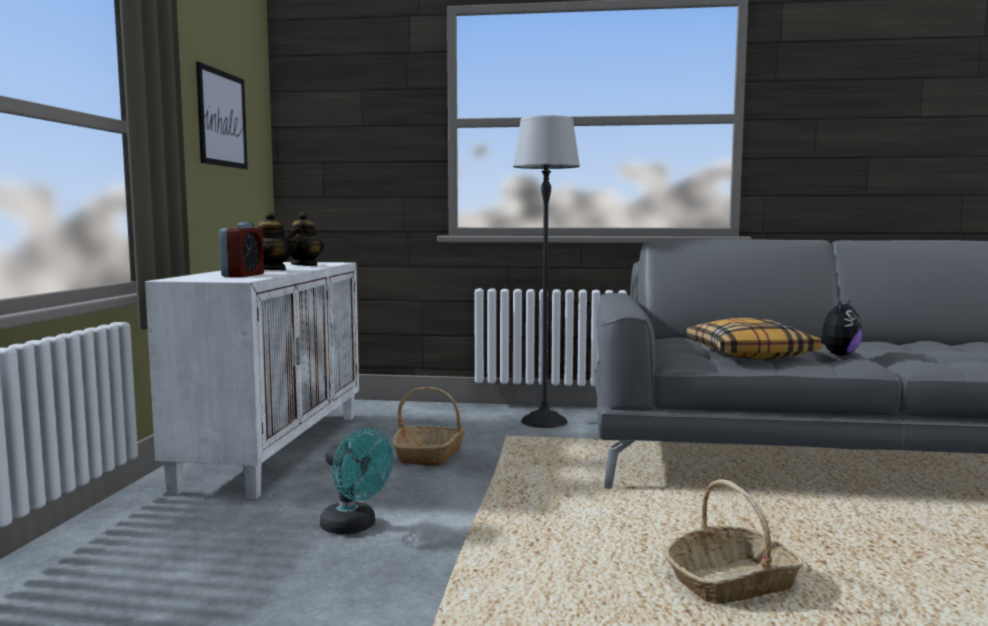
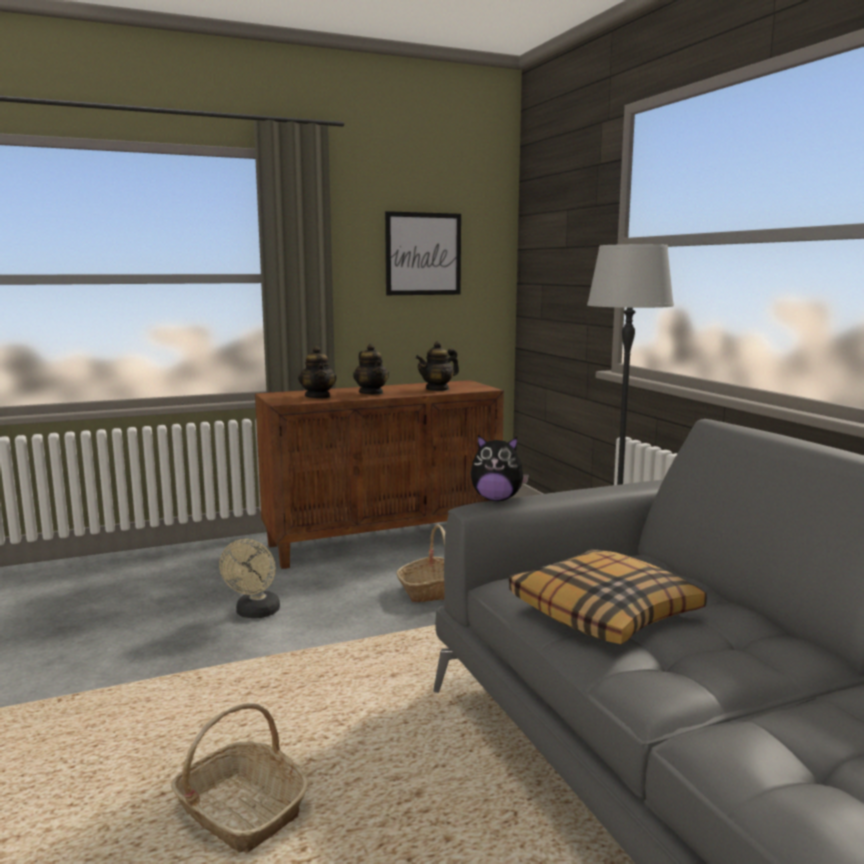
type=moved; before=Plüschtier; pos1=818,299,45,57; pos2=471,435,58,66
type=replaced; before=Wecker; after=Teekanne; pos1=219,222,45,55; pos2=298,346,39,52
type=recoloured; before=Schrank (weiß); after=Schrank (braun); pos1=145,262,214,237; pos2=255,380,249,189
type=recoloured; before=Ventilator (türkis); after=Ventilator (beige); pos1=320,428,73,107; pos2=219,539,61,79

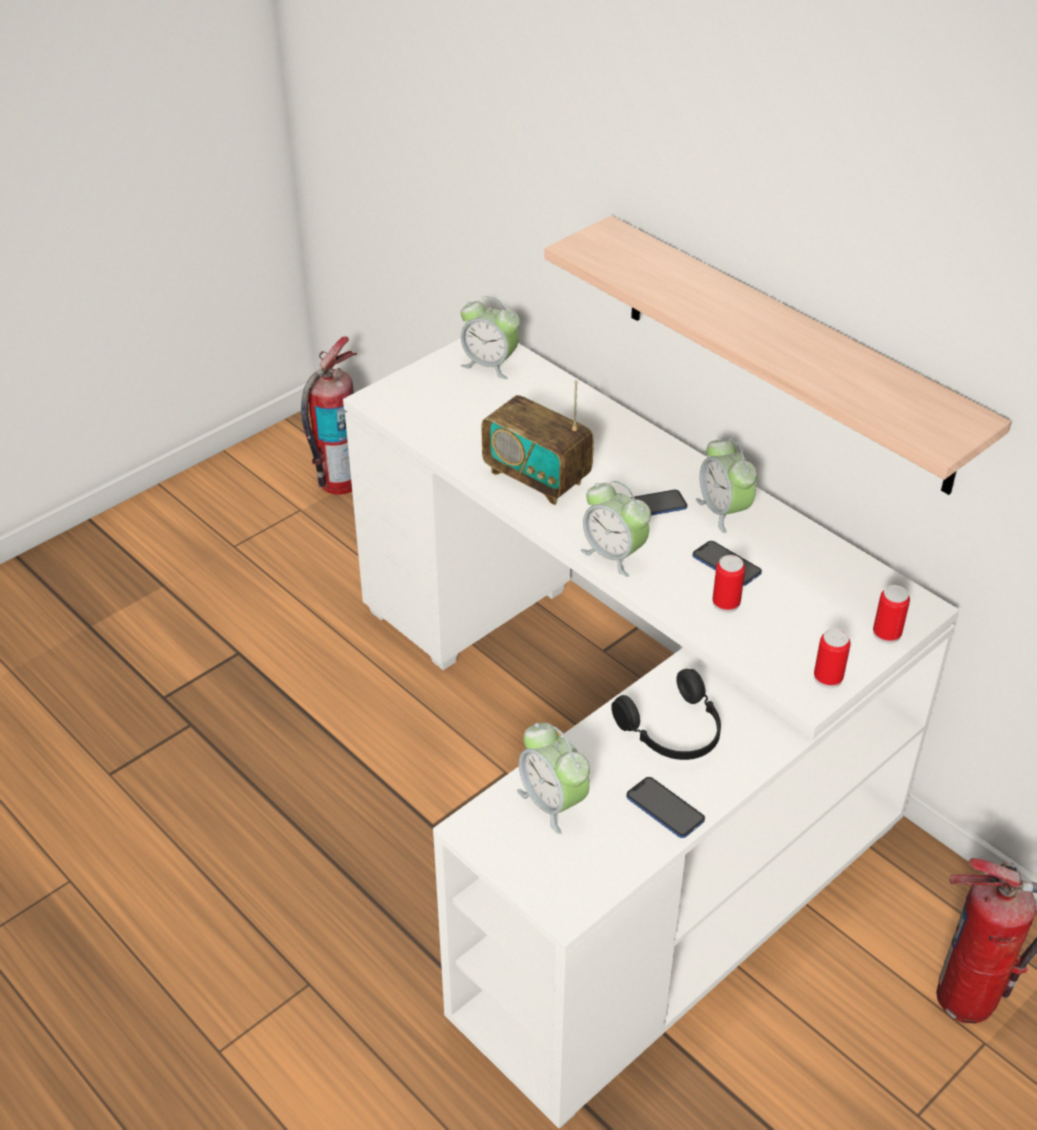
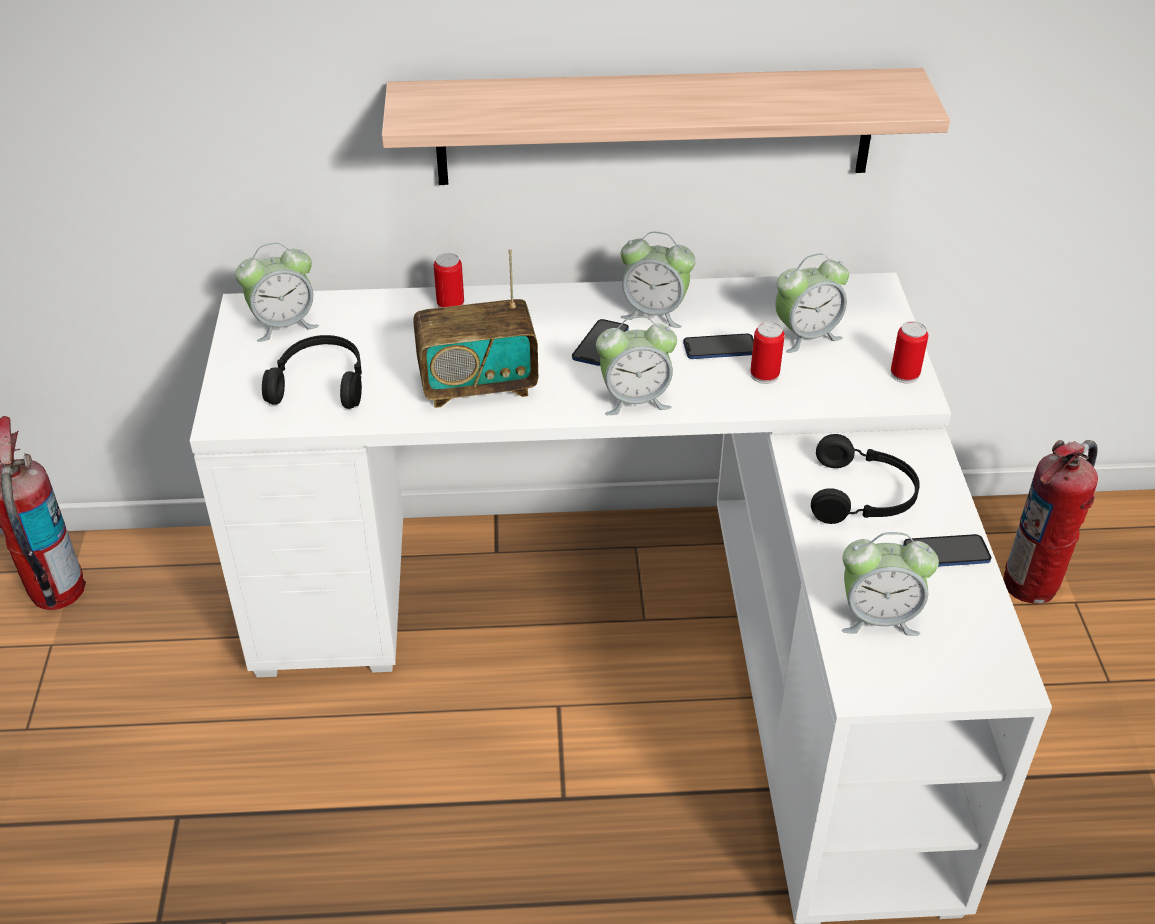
type=added; after=Kopfhörer (schwarz); pos2=262,335,100,74
type=added; after=Wecker; pos2=775,253,74,100
type=moved; before=Dose; pos1=873,585,37,59; pos2=434,253,30,55

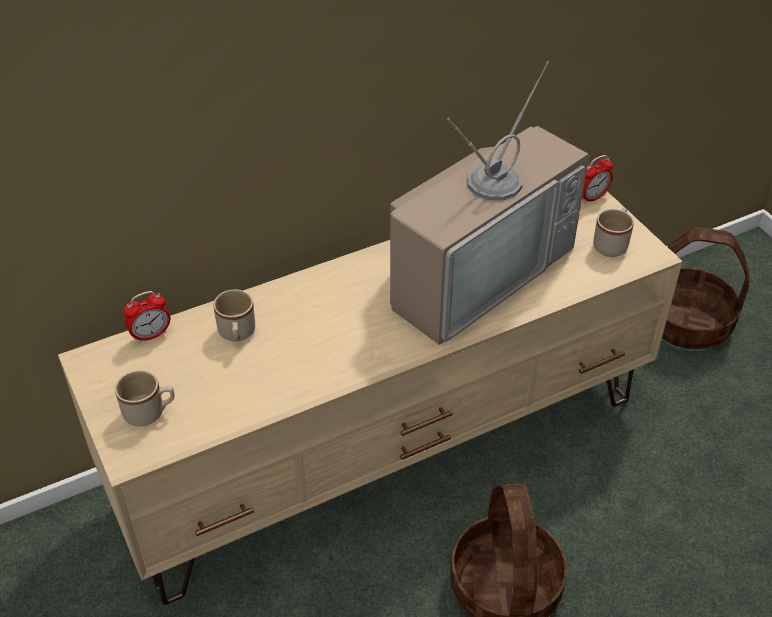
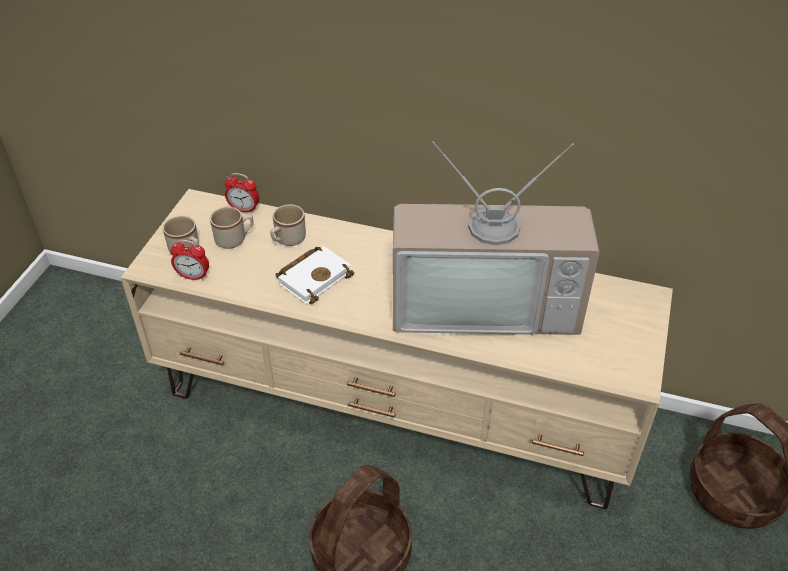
type=added; after=Buch (weiß); pos2=276,246,78,58
type=moved; before=Wecker; pos1=582,155,31,49; pos2=170,239,39,42
type=moved; before=Henkelbecher (beige); pos1=593,208,41,49; pos2=210,207,44,42

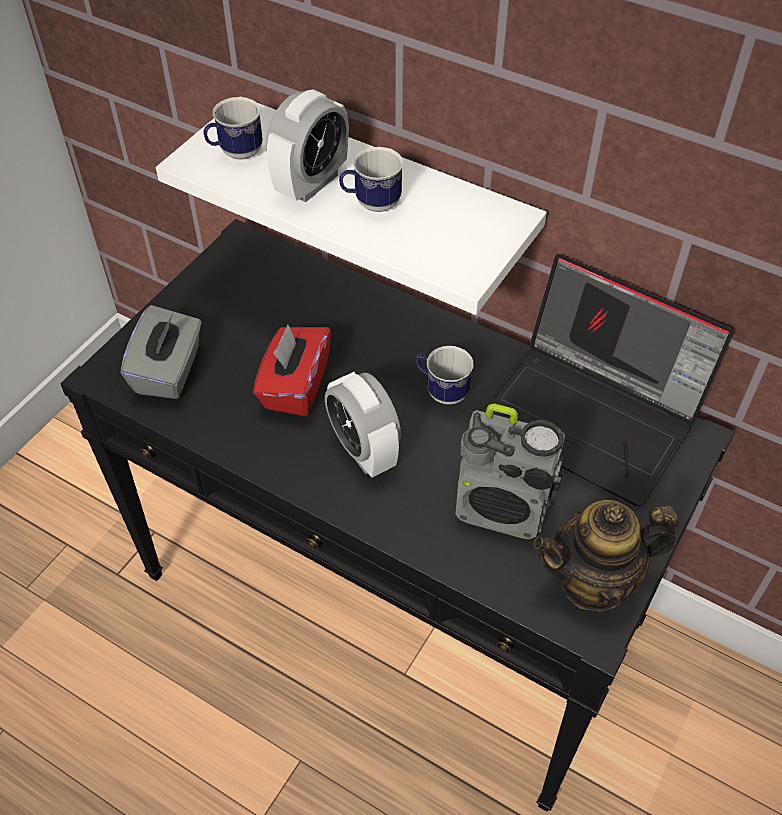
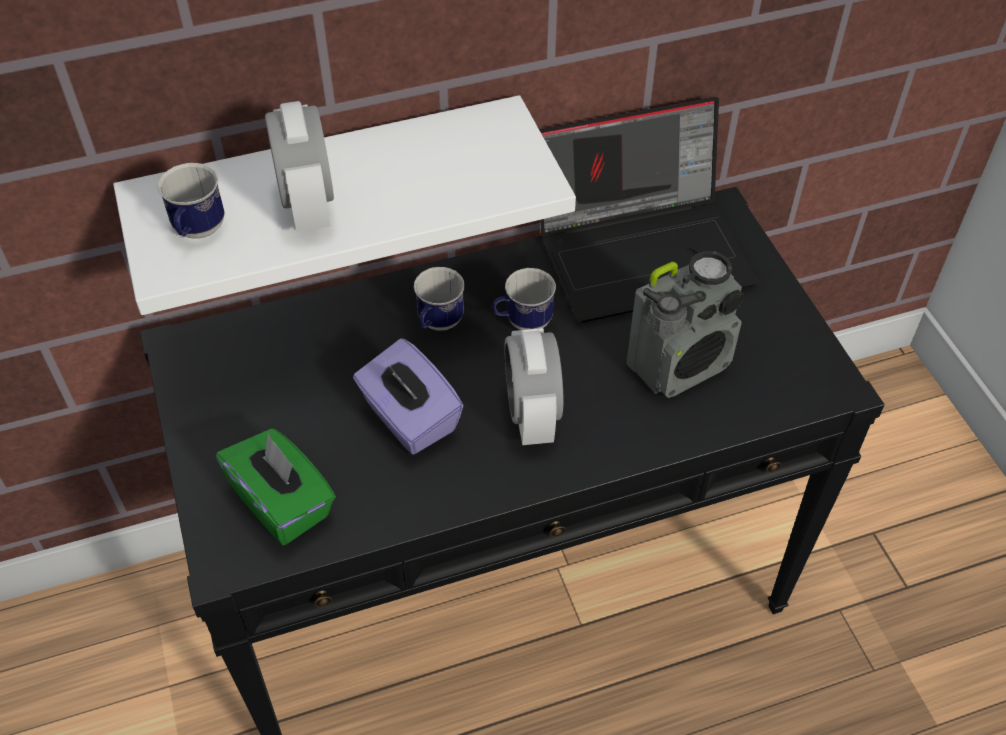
type=removed; before=Teekanne; pos1=534,500,144,111
type=moved; before=Henkelbecher; pos1=339,147,65,65; pos2=414,267,50,64
type=recoloured; before=Taschentuchbox (grau); after=Taschentuchbox (grün); pos1=121,305,81,94; pos2=215,428,121,117
type=recoloured; before=Taschentuchbox (rot); after=Taschentuchbox (lila); pos1=253,325,78,91; pos2=353,338,111,117
type=turned; before=Wecker; pos1=325,372,76,106; pos2=505,328,59,117; turn=75

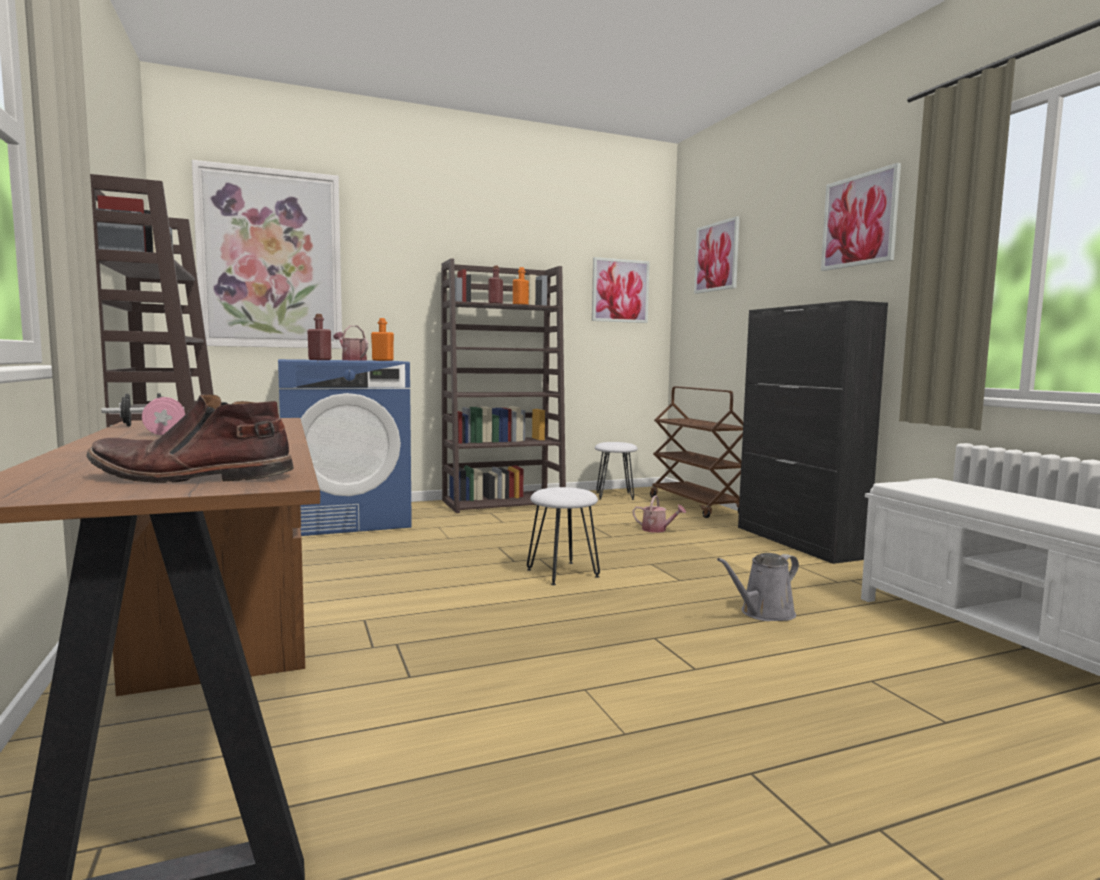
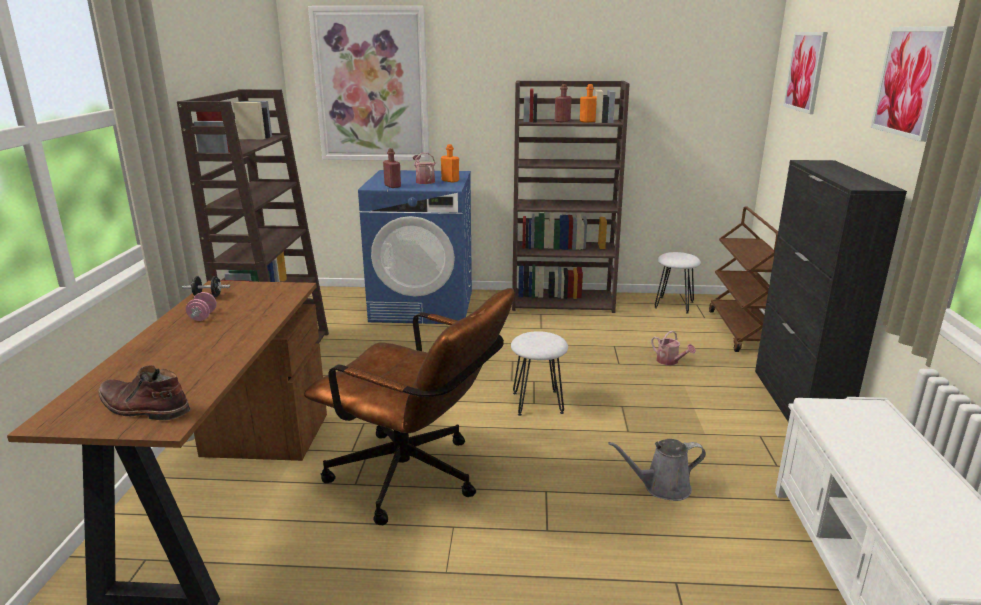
type=removed; before=Bild; pos1=592,257,58,66
type=added; after=Bürostuhl (braun); pos2=304,288,211,237

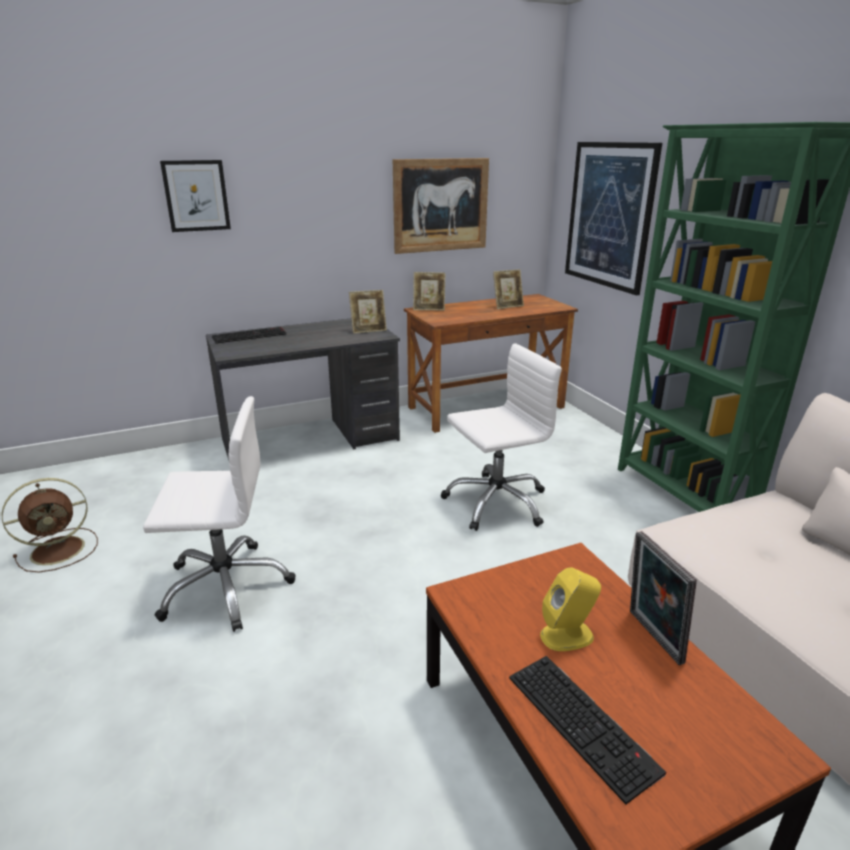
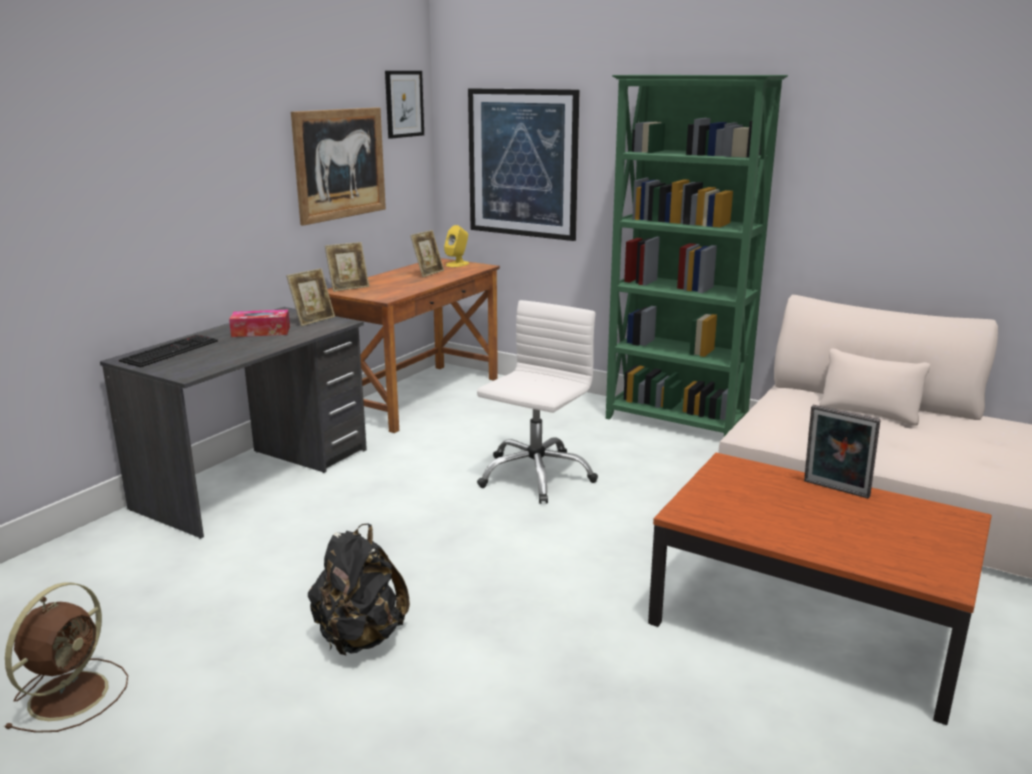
type=removed; before=Tastatur; pos1=509,656,157,149
type=added; after=Taschentuchbox; pos2=229,310,61,27
type=moved; before=Bild; pos1=160,160,71,72; pos2=385,71,39,68
type=moved; before=Lautsprecher (gelb); pos1=540,567,61,84; pos2=444,225,25,42
type=replaced; before=Bürostuhl (weiß); after=Rucksack (schwarz); pos1=143,396,152,236; pos2=308,524,102,131

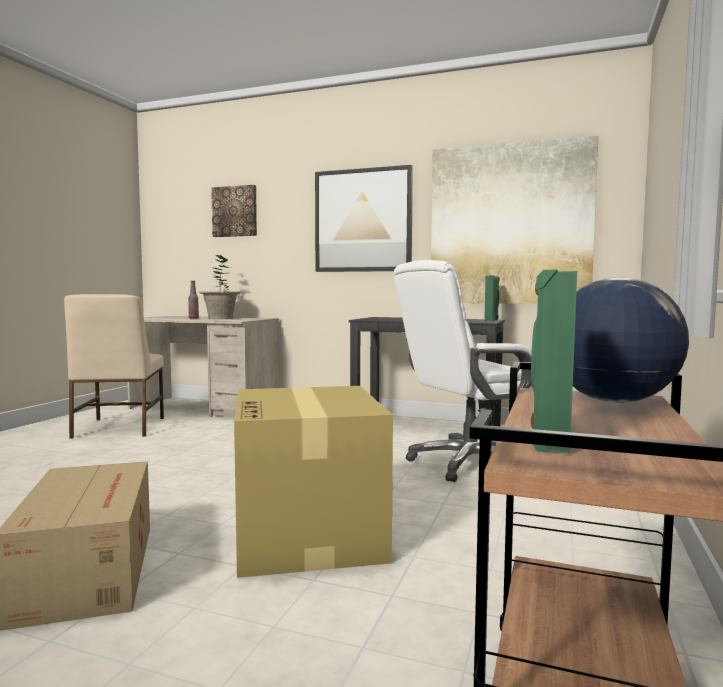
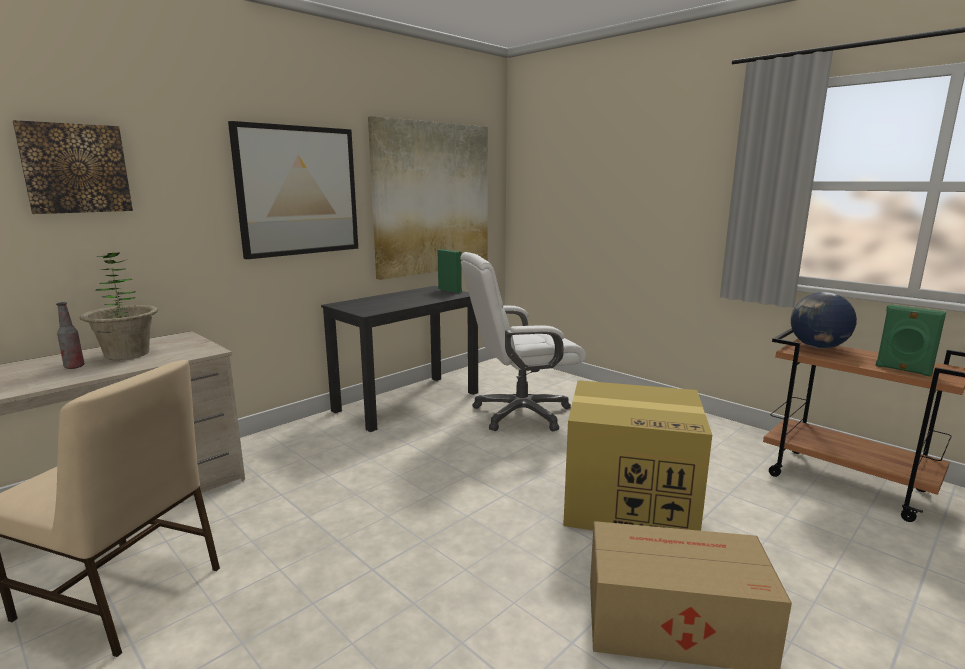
type=turned; before=Bürostuhl (weiß); pos1=394,260,138,222; pos2=460,252,126,179; turn=75

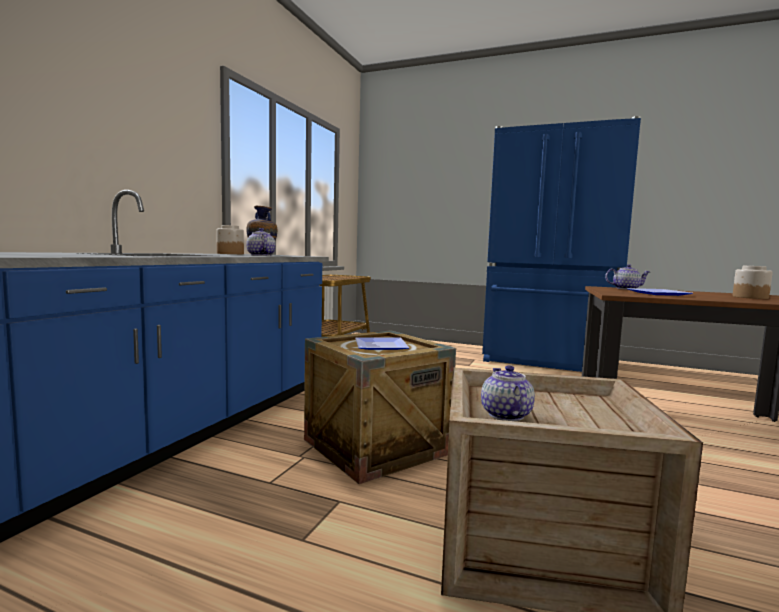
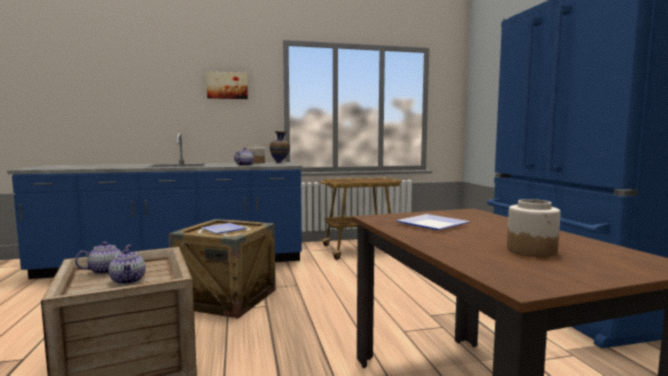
type=added; after=Bild; pos2=206,71,42,28
type=moved; before=Teekanne; pos1=605,264,44,26; pos2=109,249,37,35

